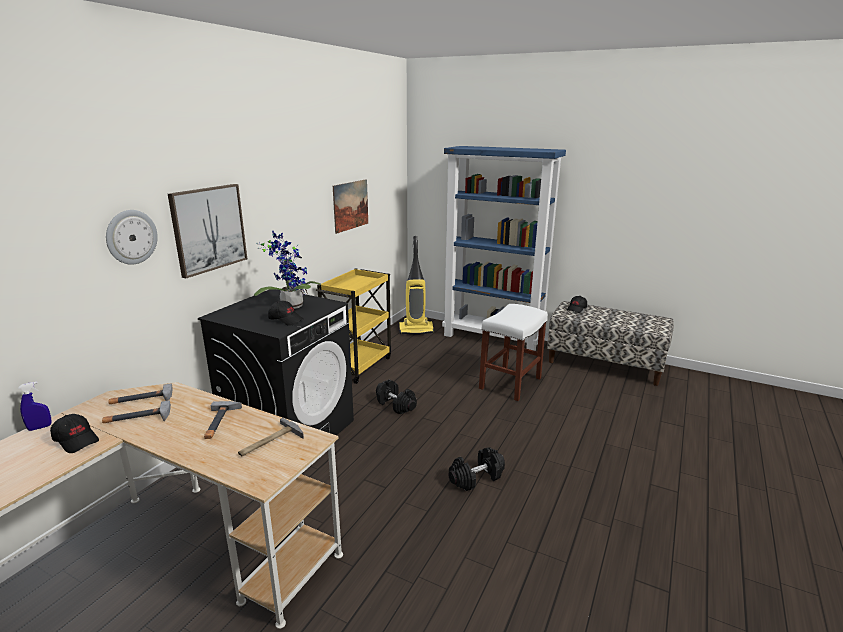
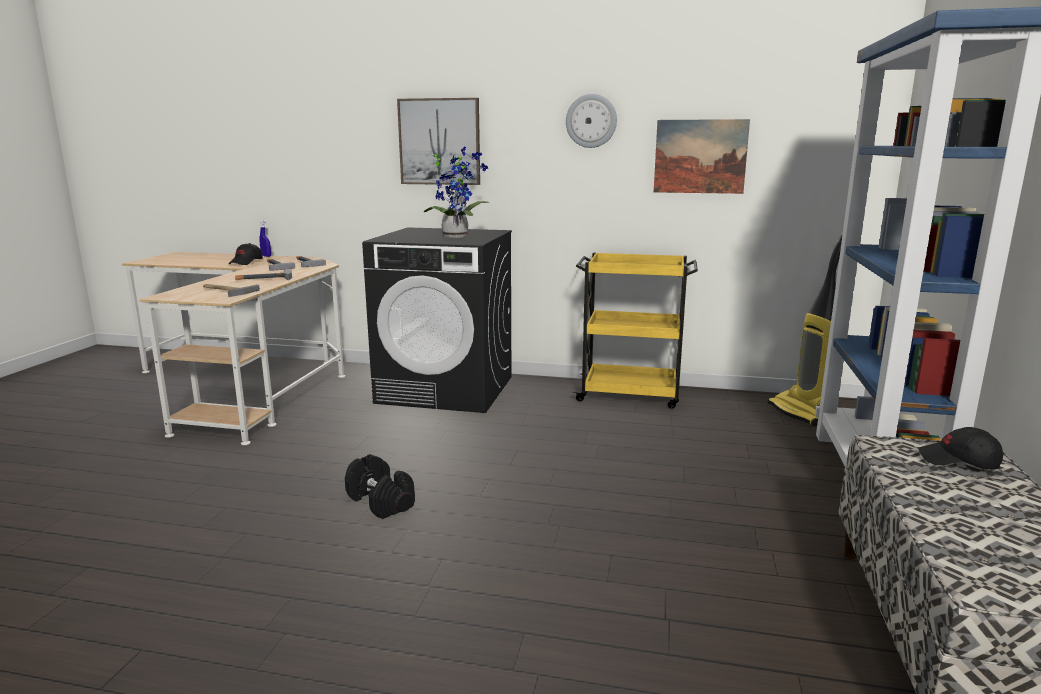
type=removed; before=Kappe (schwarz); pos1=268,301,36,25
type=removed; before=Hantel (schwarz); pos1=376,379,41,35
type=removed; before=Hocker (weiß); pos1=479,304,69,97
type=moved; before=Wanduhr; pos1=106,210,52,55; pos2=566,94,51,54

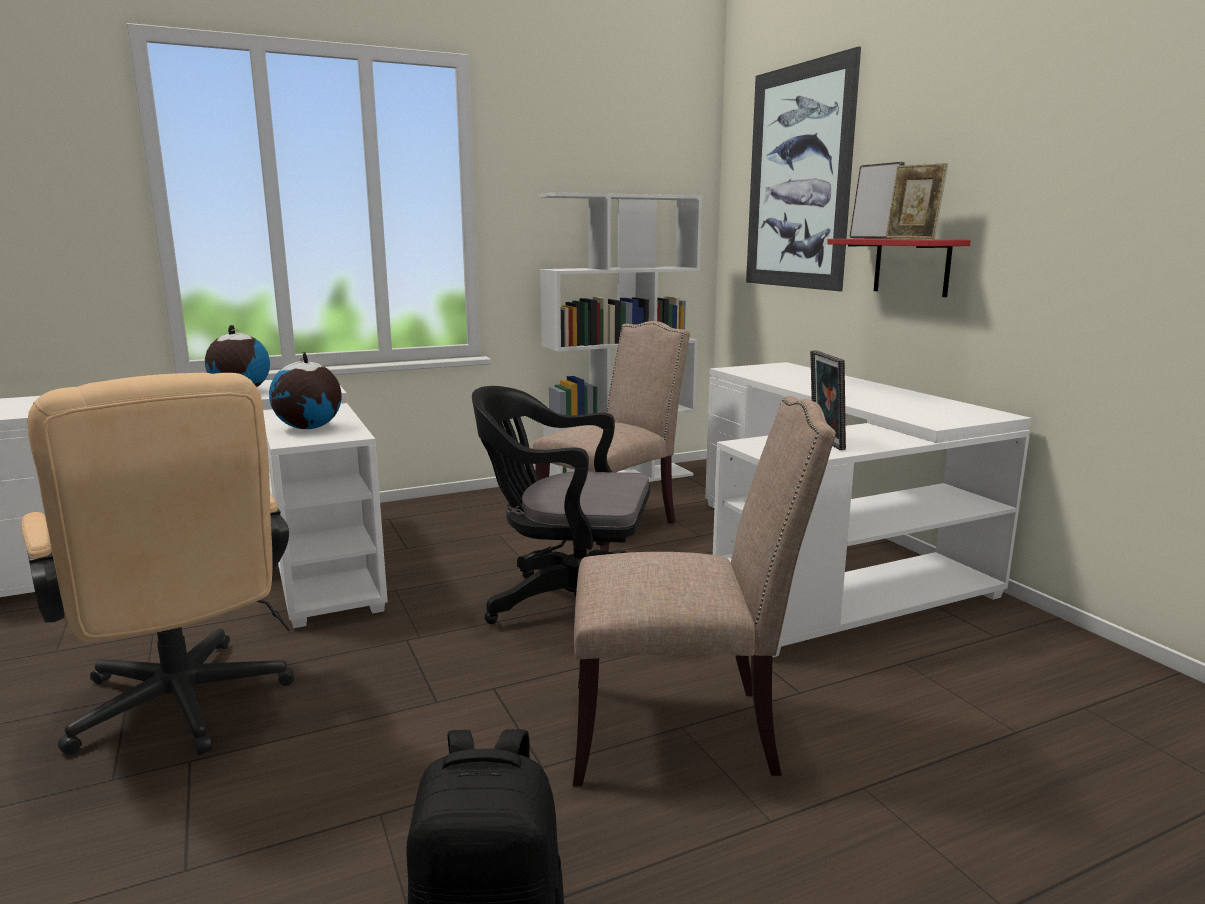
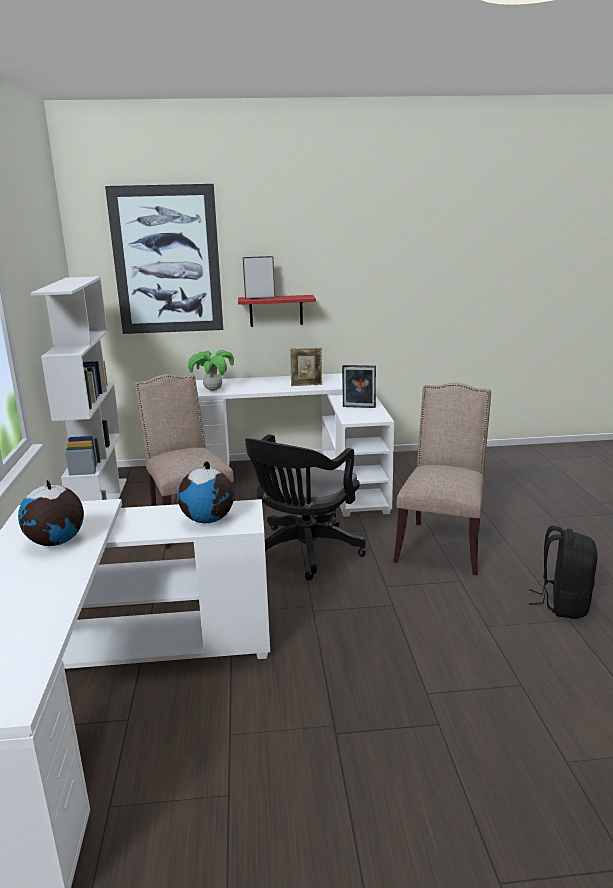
type=removed; before=Bürostuhl (beige); pos1=21,373,273,382
type=added; after=Topfpflanze; pos2=188,350,46,41
type=moved; before=Bilderrahmen; pos1=886,163,62,76; pos2=290,348,32,38

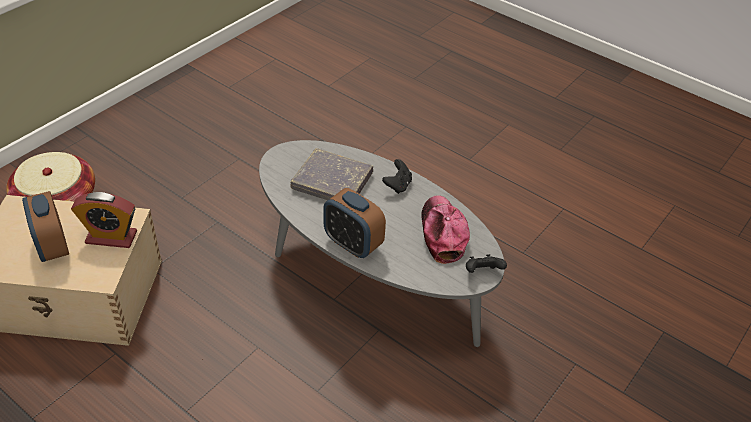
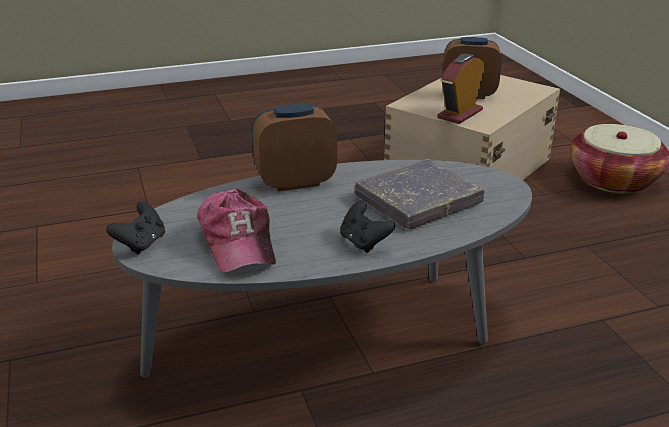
type=turned; before=Kappe; pos1=421,196,49,68; pos2=197,189,79,84; turn=45

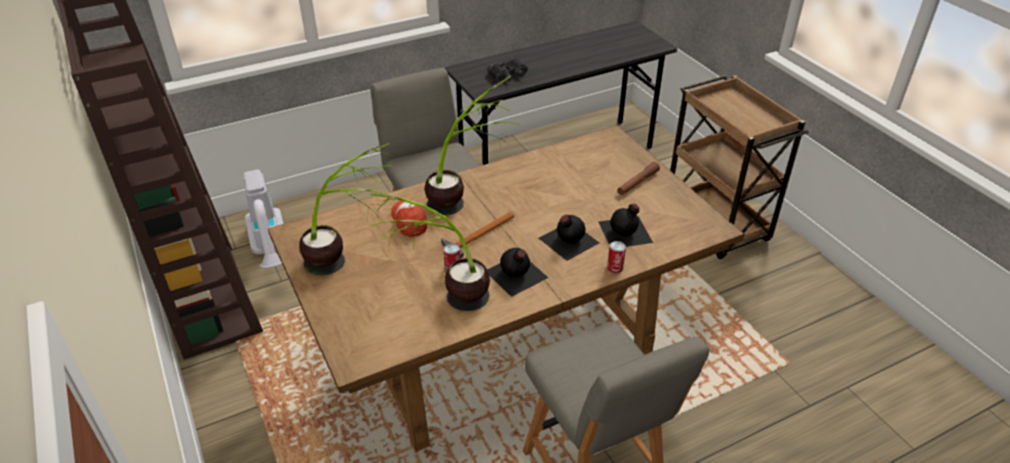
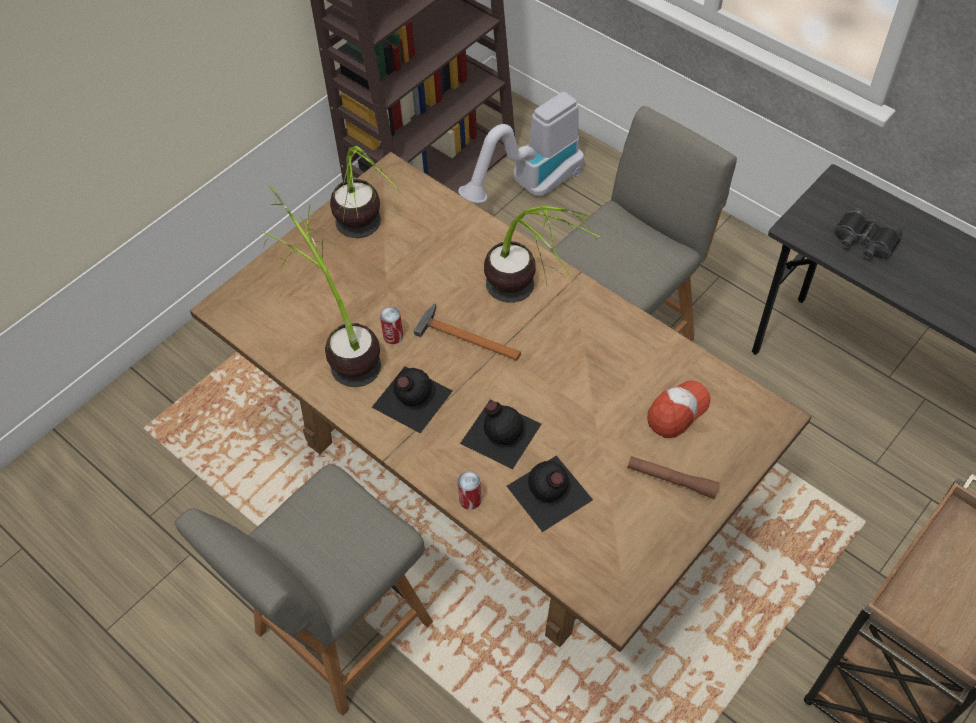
type=moved; before=Kappe; pos1=391,201,36,36; pos2=647,380,63,58

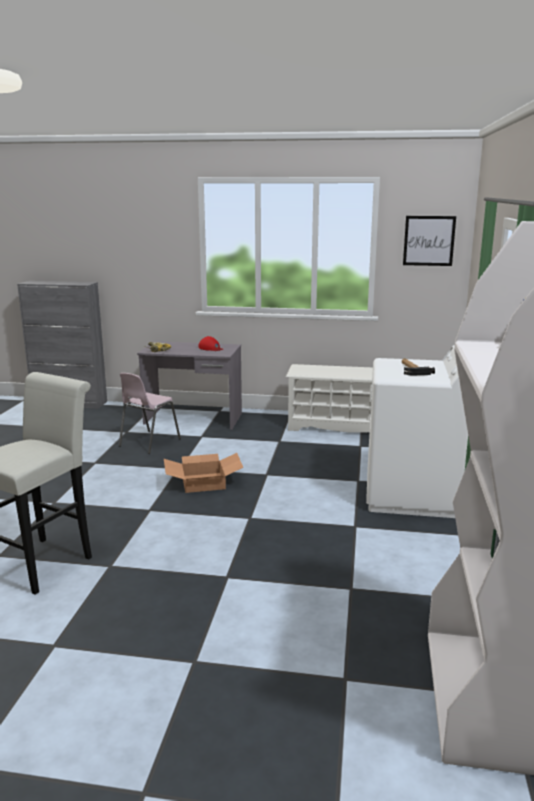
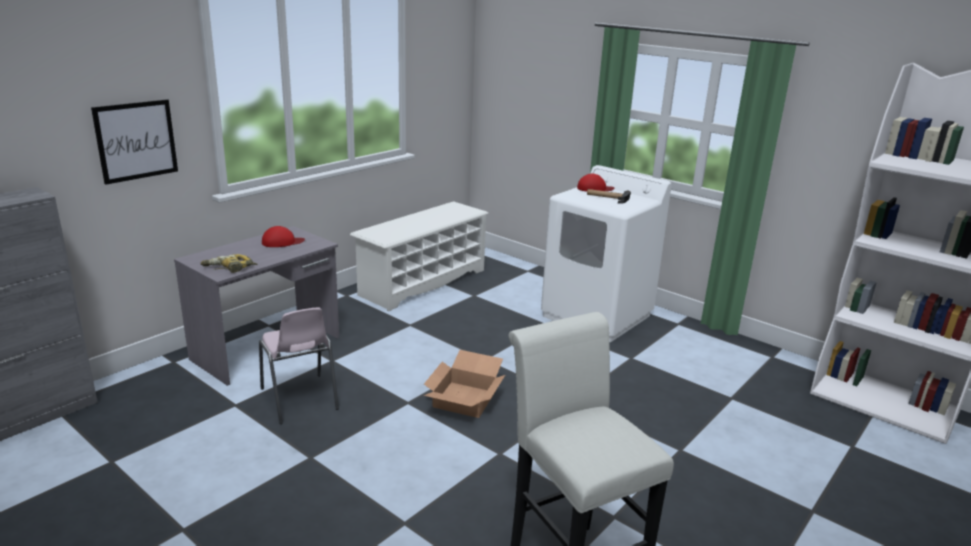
type=added; after=Kappe (rot); pos2=577,174,37,18
type=moved; before=Bild; pos1=403,216,53,50; pos2=91,99,87,86

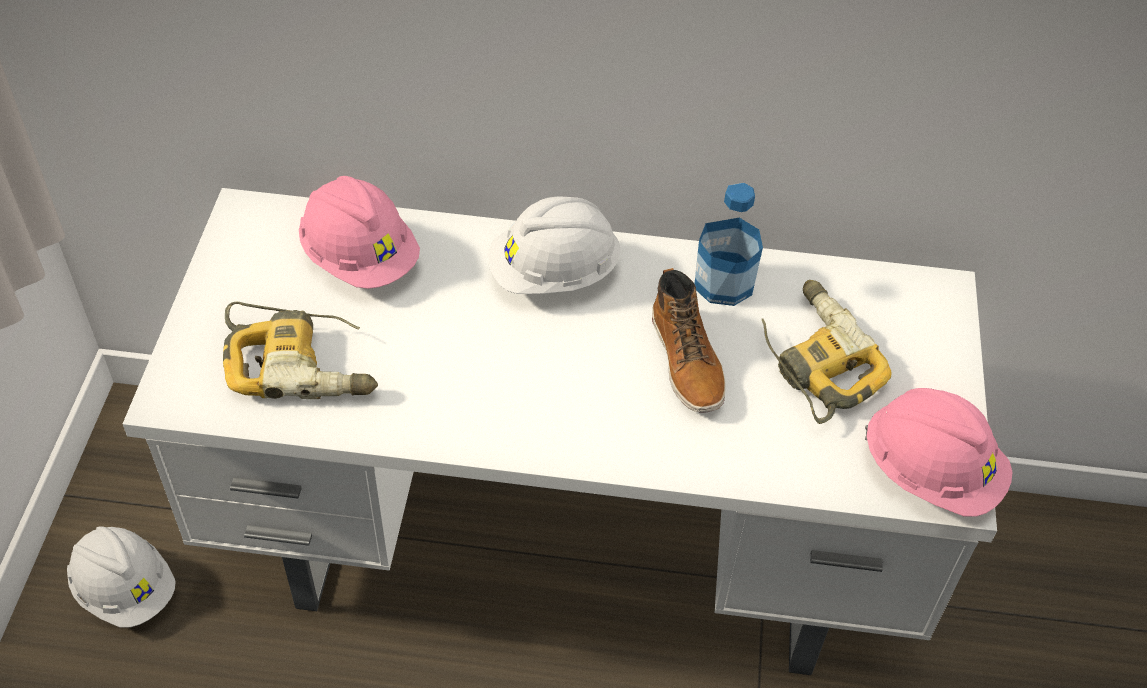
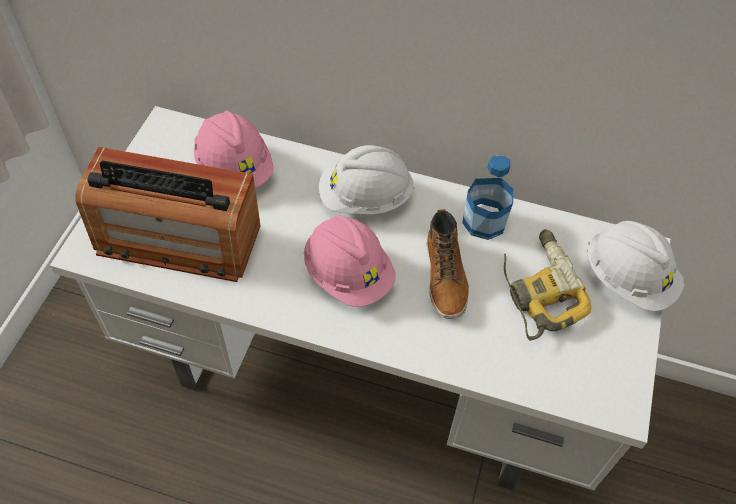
type=moved; before=Schutzhelm (weiß); pos1=67,526,109,101; pos2=587,221,97,90
type=moved; before=Schutzhelm (rosa); pos1=865,388,147,129; pos2=304,215,92,92
type=replaced; before=Bohrmaschine; after=Radio; pos1=223,302,155,97; pos2=75,147,186,135

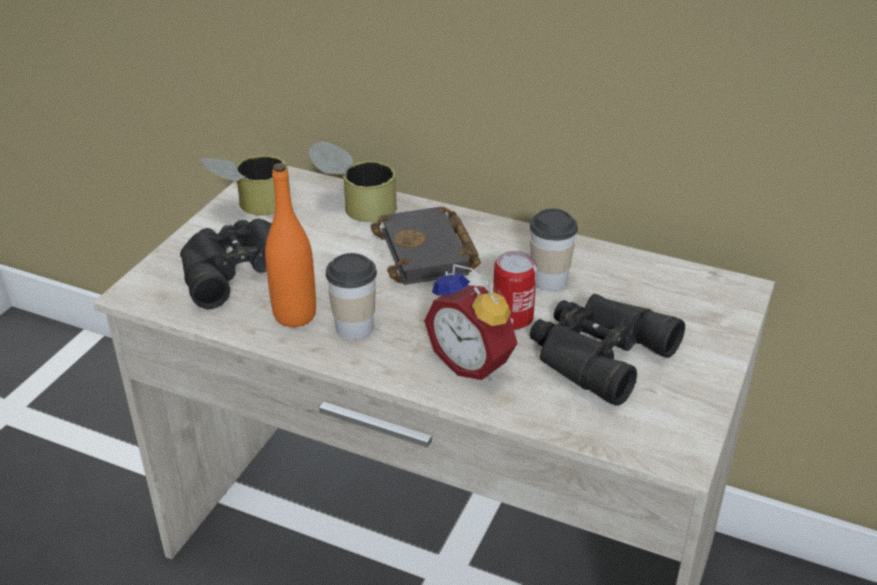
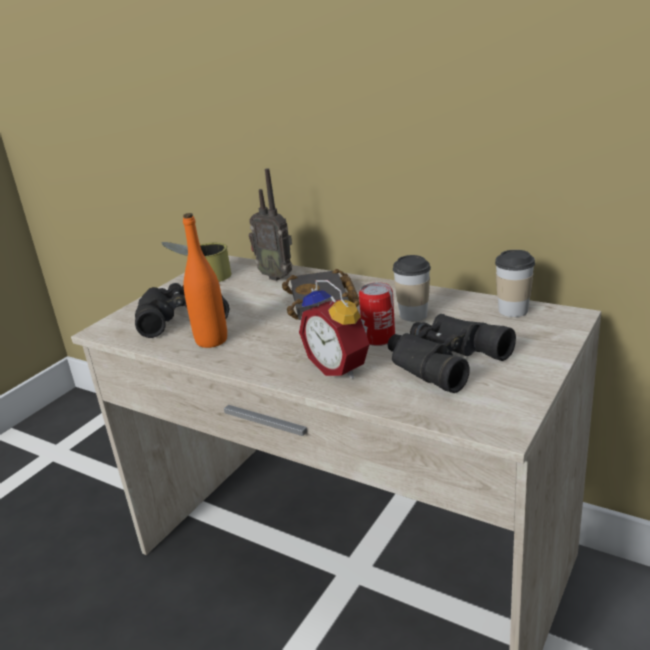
type=moved; before=Tasse; pos1=326,253,51,87; pos2=495,250,40,67
type=replaced; before=Dose; after=Radio; pos1=309,141,88,81; pos2=249,168,43,113

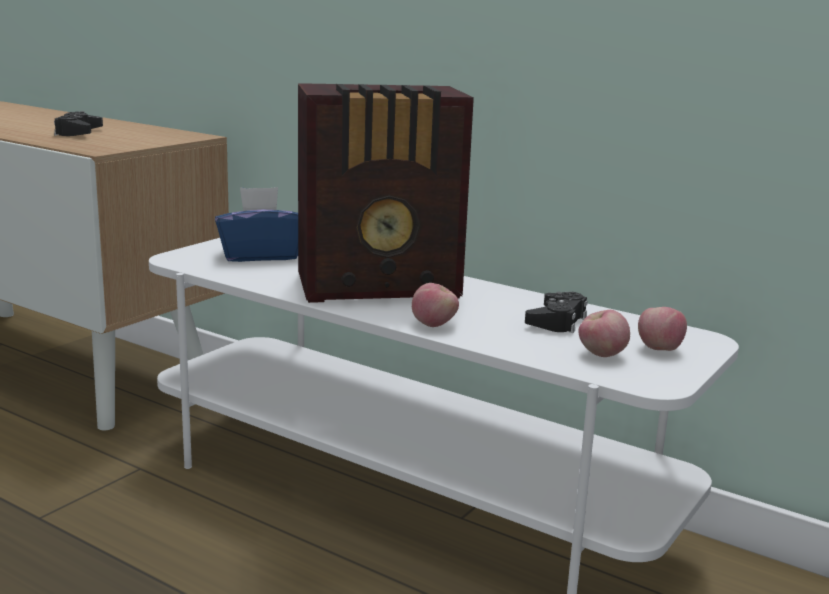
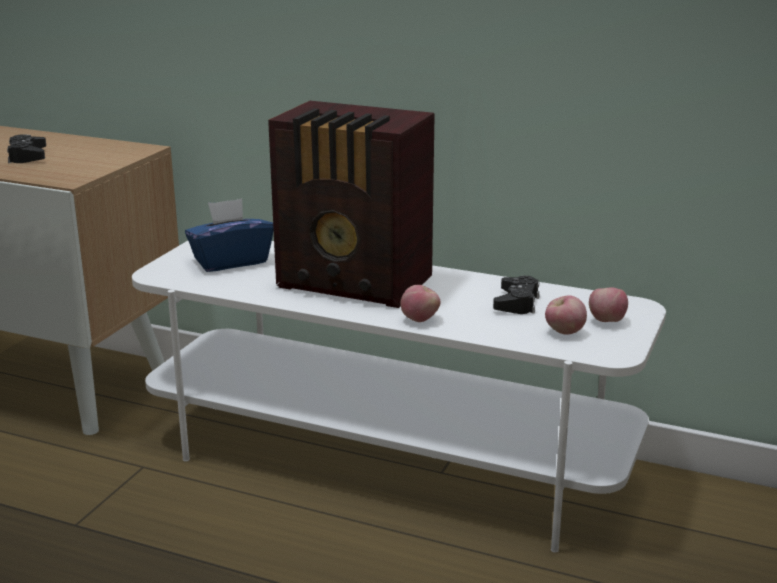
type=turned; before=Radio; pos1=298,83,176,220; pos2=268,101,167,207; turn=45

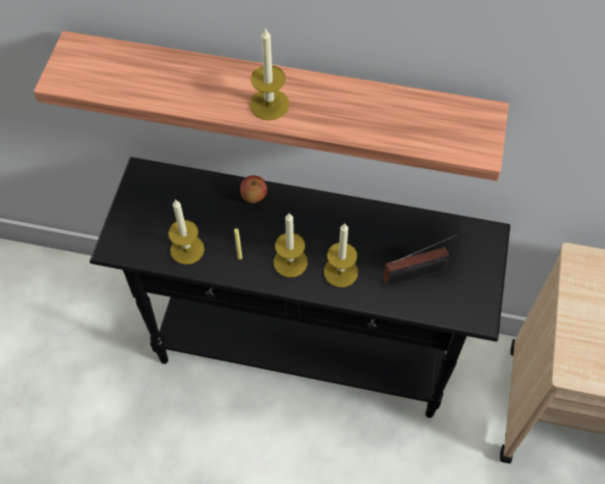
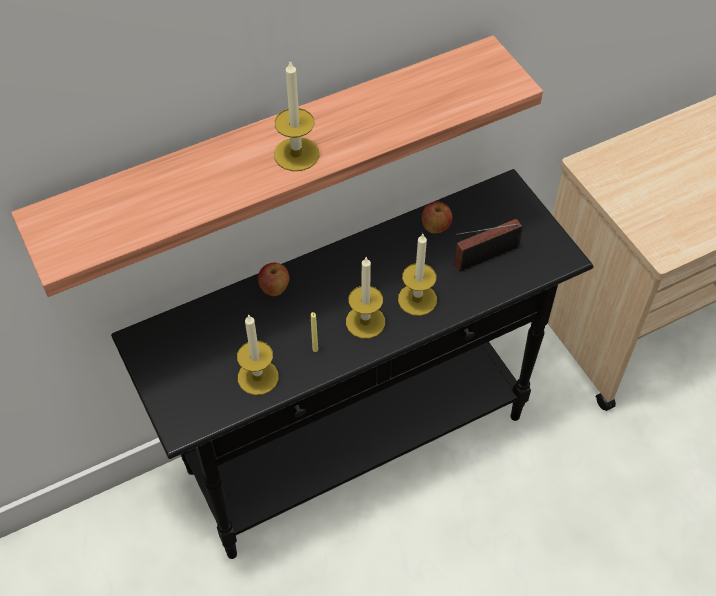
type=added; after=Apfel; pos2=422,202,30,31
type=turned; before=Radio; pos1=383,235,74,52; pos2=454,219,69,53; turn=-150

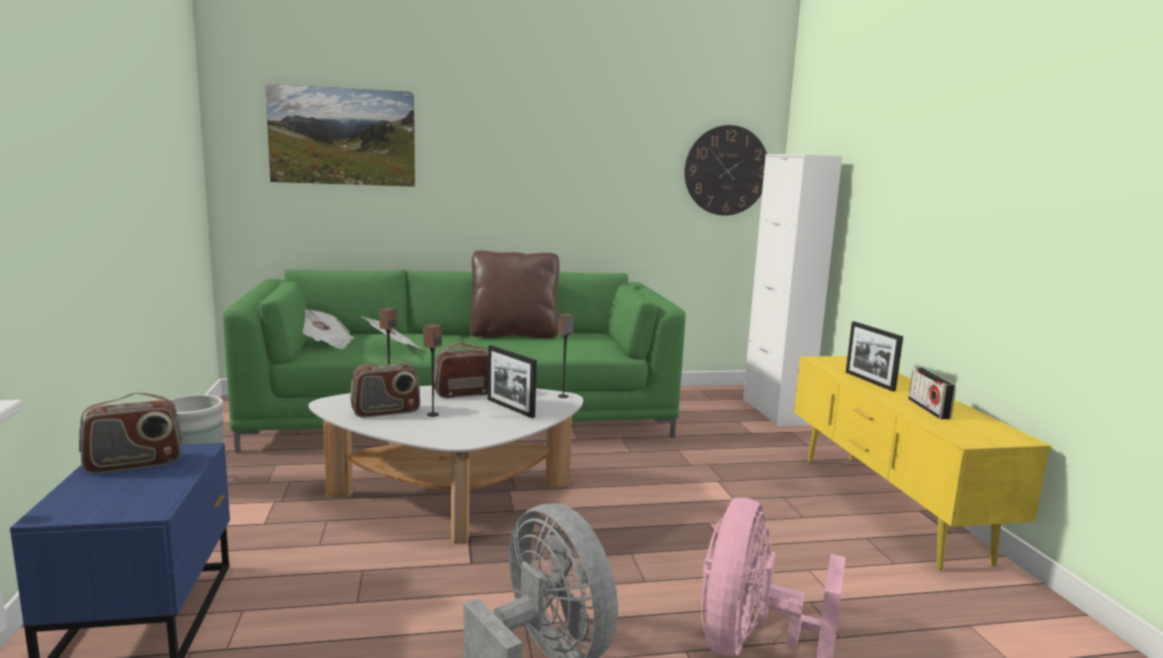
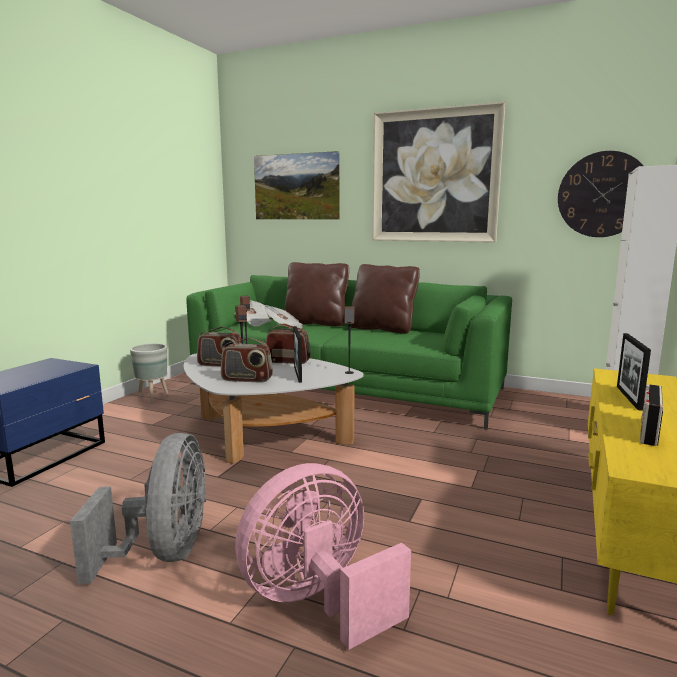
type=added; after=Kissen (braun); pos2=285,262,64,64
type=added; after=Bild; pos2=372,102,133,141
type=moved; before=Radio; pos1=79,393,104,81; pos2=221,338,52,45

